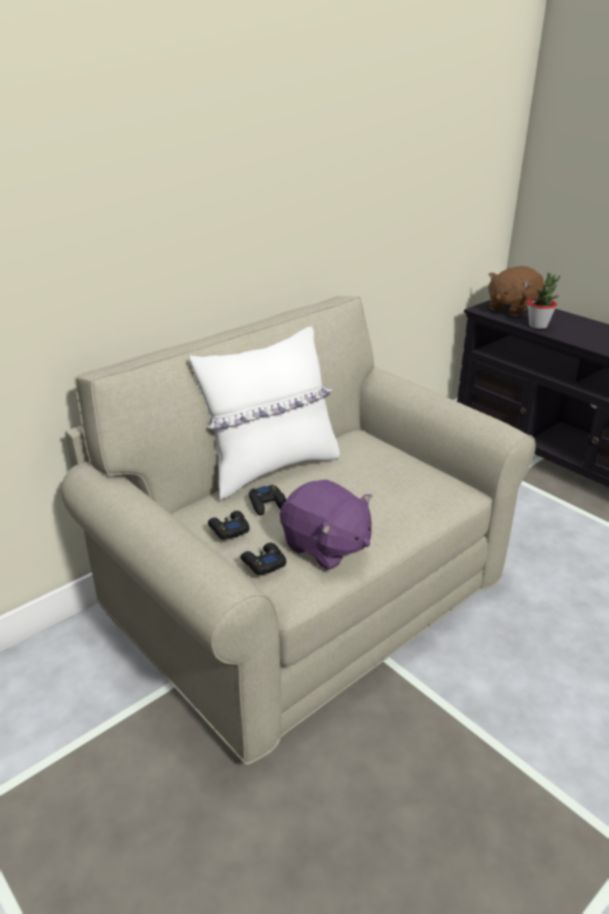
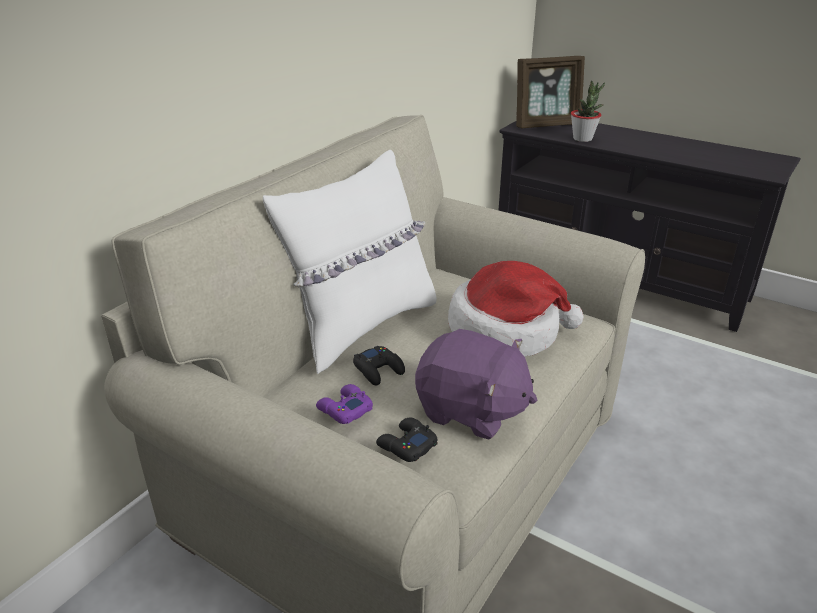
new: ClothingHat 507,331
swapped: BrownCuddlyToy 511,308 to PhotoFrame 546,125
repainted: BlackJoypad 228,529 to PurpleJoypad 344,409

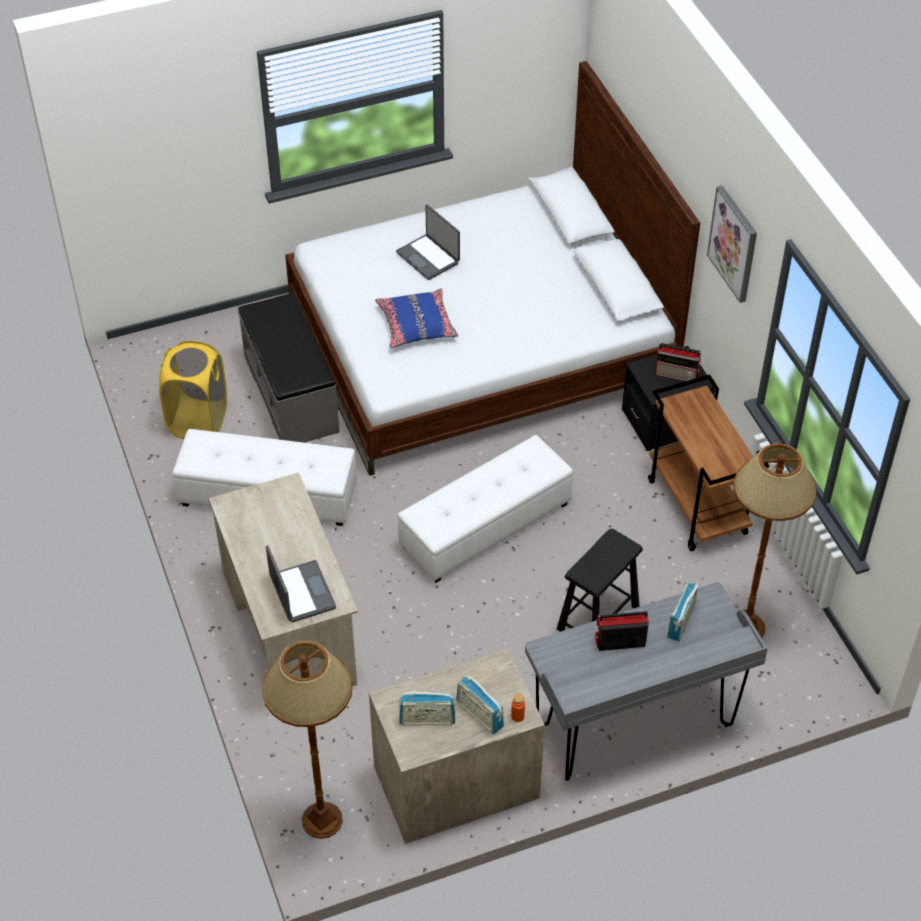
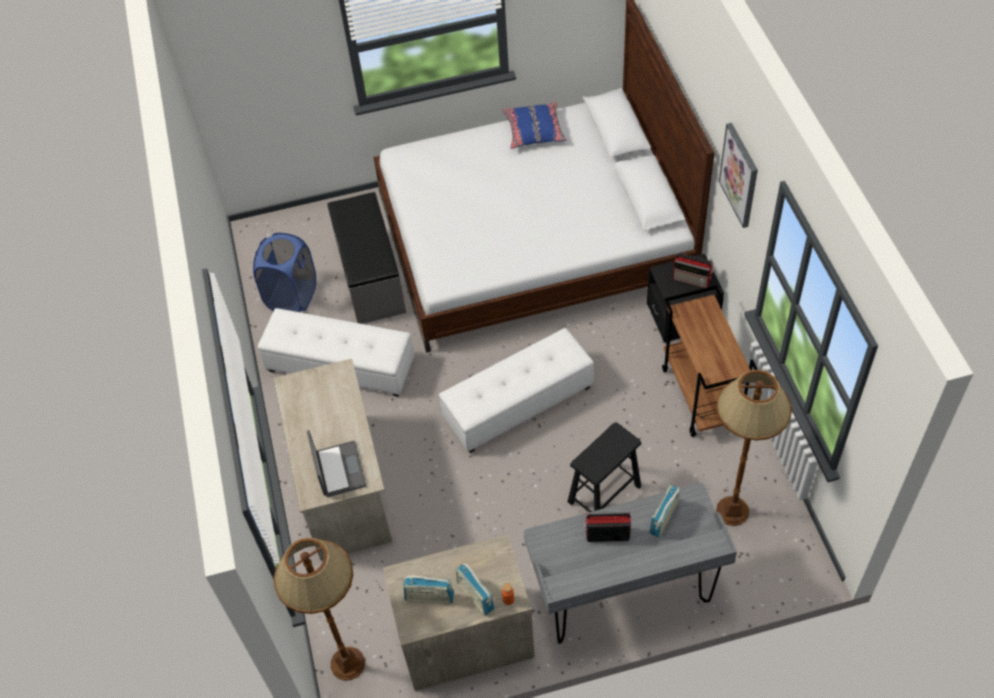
gone: NotebookComputer 429,257
shifted: BlueColouredThrowPillow 416,325 to 534,131
repainted: YellowishLaundryBasket 198,421 to BlueColouredLaundryBasket 292,297

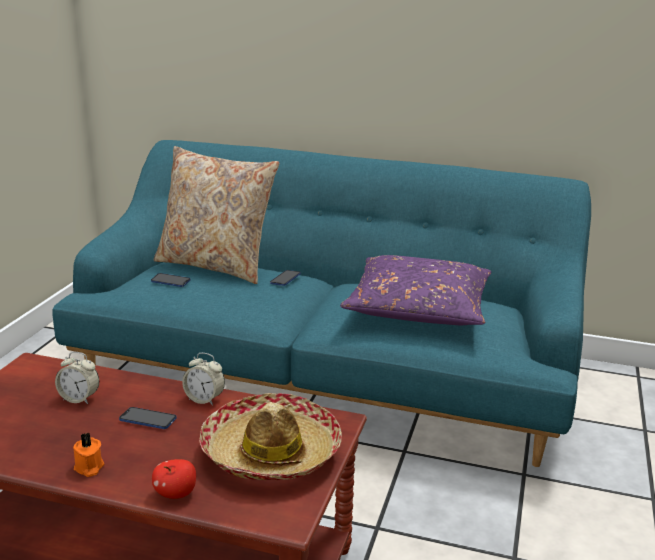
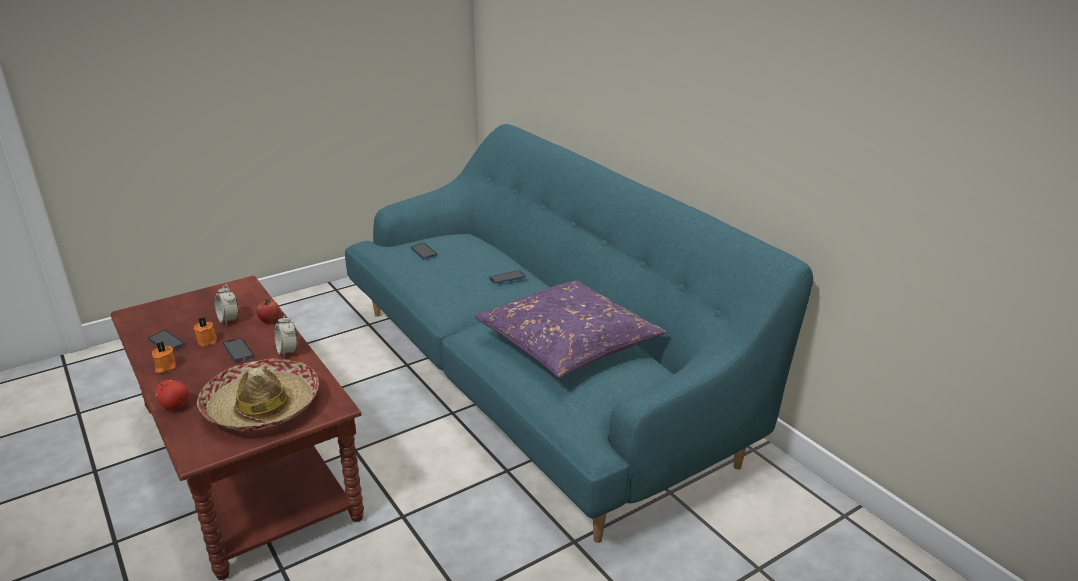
gone: BeigeThrowPillow 216,265
new: Phone 166,342; OrangeColouredWaxCandle 208,340; WholeApple 269,321

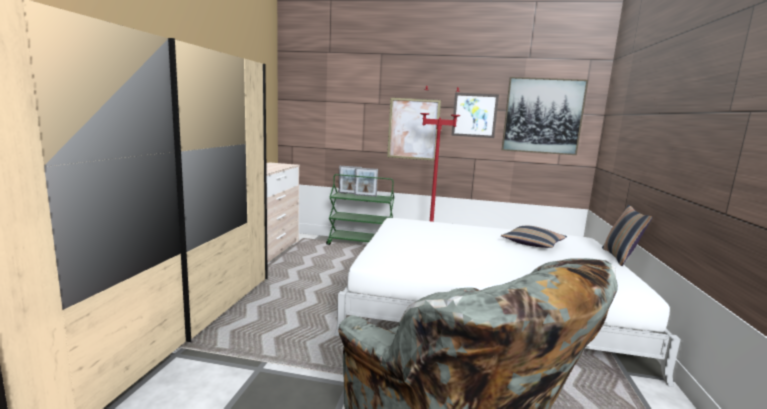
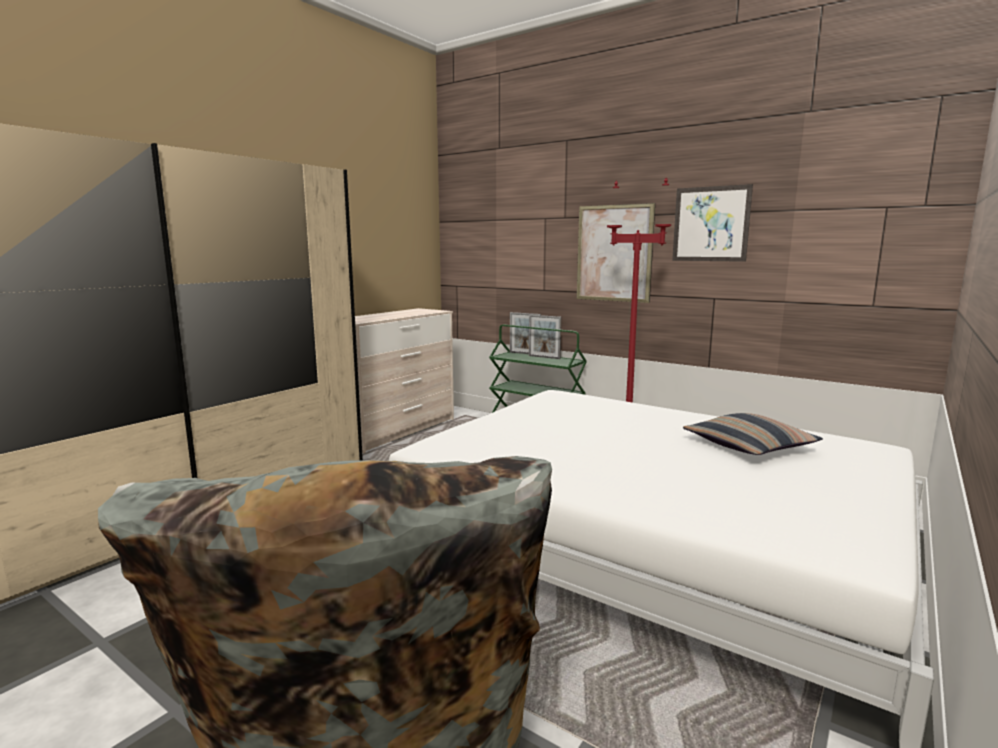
gone: Picture 542,116; ThrowPillow 619,257

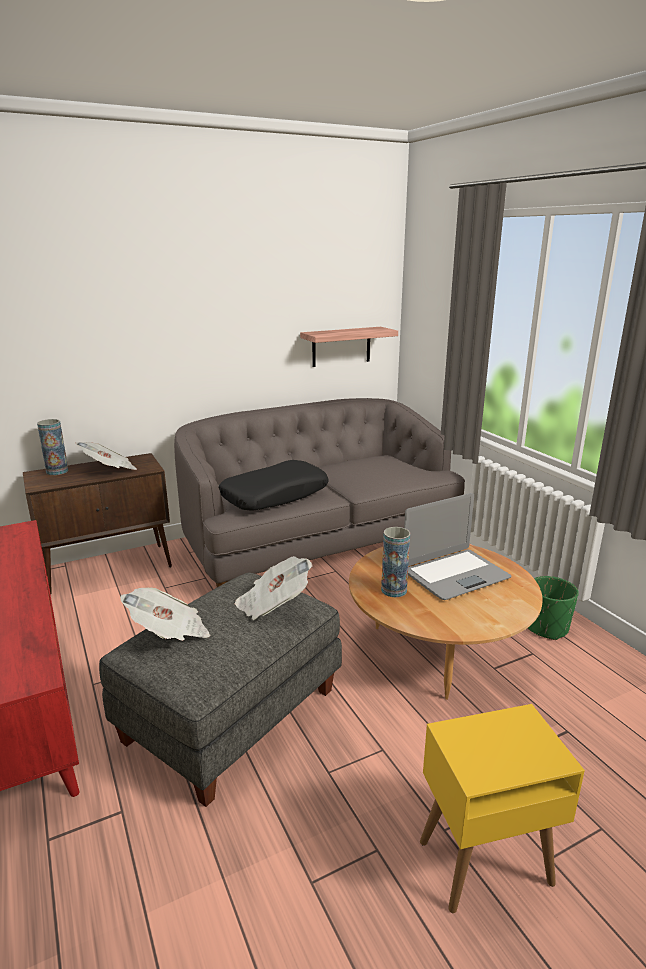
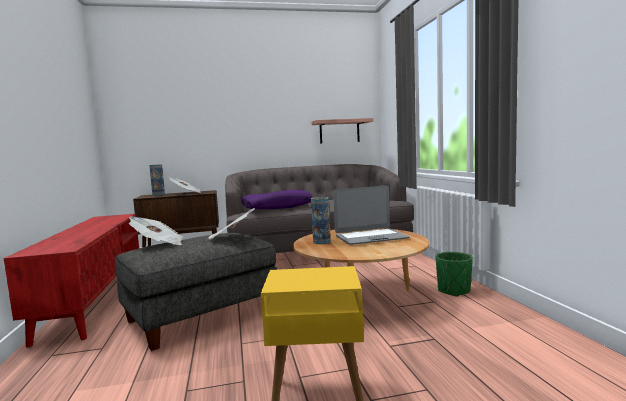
repainted: BlackThrowPillow 274,495 to PurpleThrowPillow 277,207

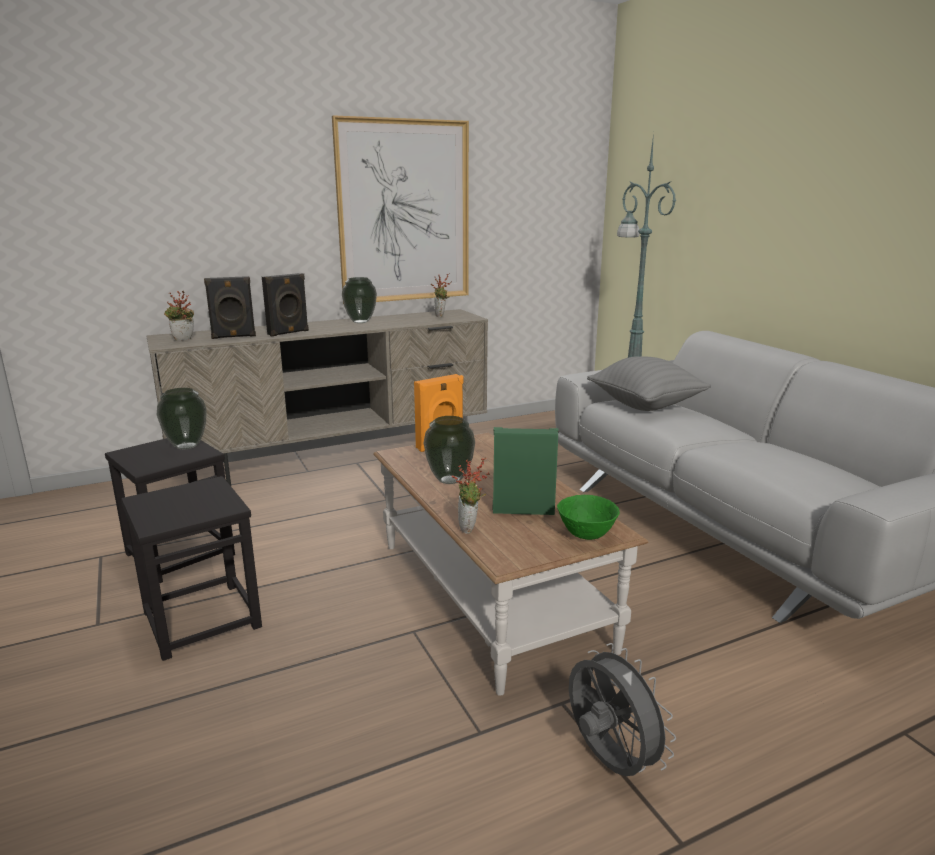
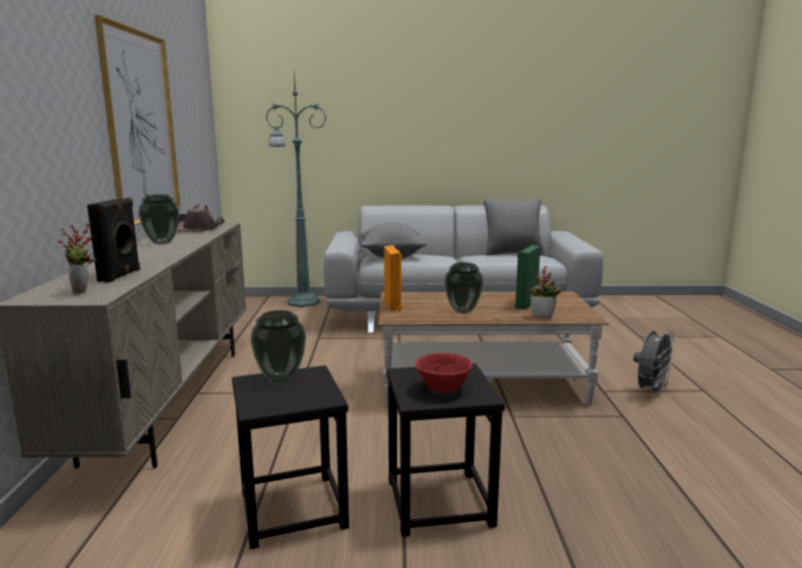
gone: BlackAudioSpeaker 288,333; GreenColouredDeepDish 586,535
new: RedColouredDeepDish 442,389; GreyThrowPillow 512,253
swapped: PlantInAPot 441,316 to BrownClothingHat 199,227
rotated: GreyFan 608,762 = 650,391 135 degrees clockwise

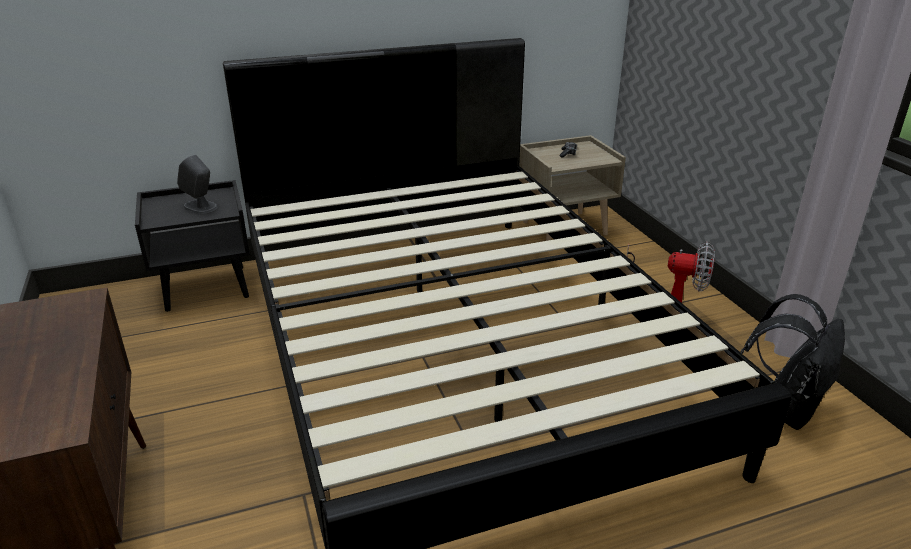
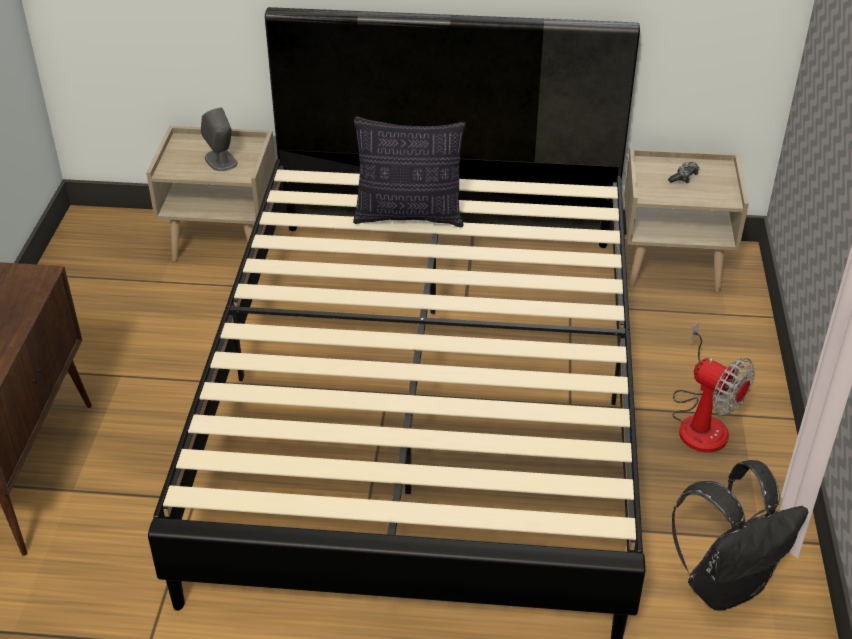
new: ThrowPillow 409,216
repainted: BlackBedsideTable 207,287 to BeigeBedsideTable 224,241

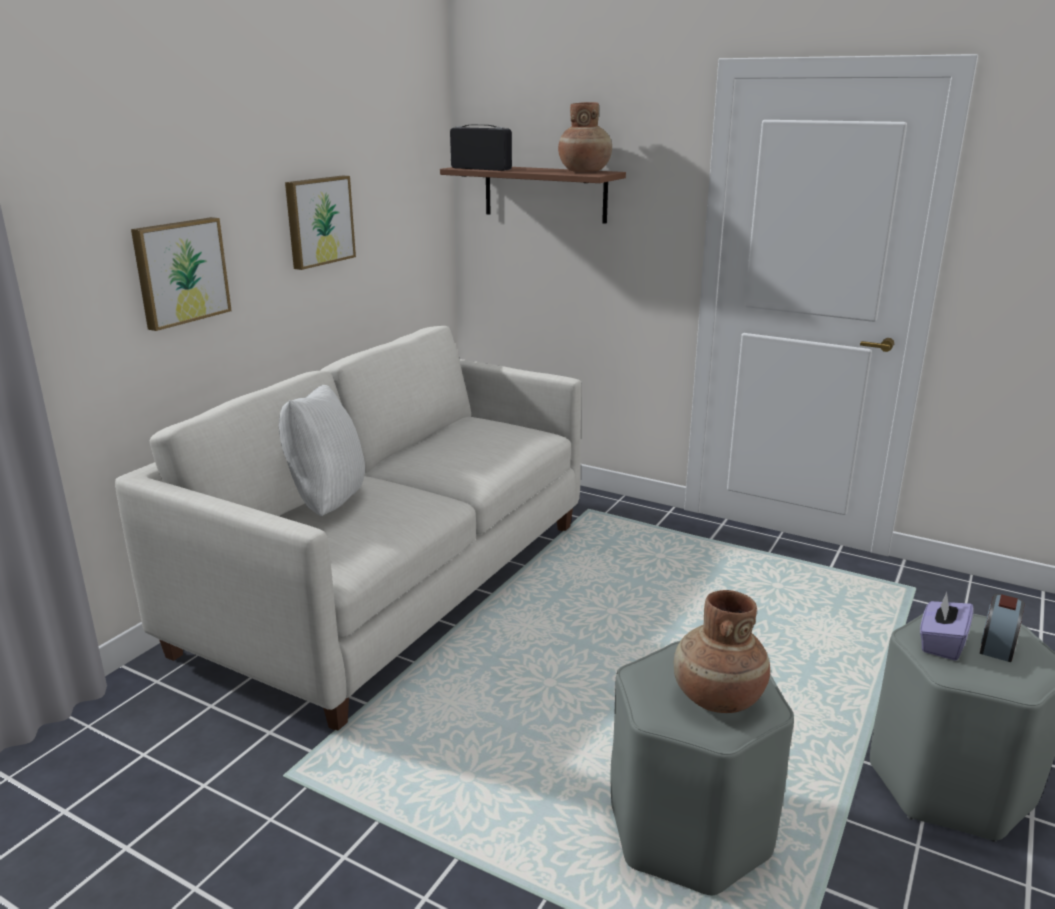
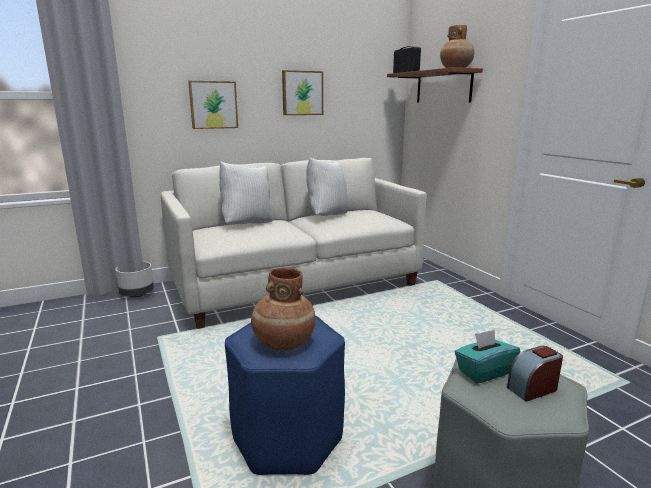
new: GreyFlowerPot 137,294; WhiteColouredThrowPillow 326,216
repainted: GreyStoolSeat 689,830 to BlueColouredStoolSeat 288,438; PurpleBoxOfTissues 941,643 to TurquoiseColouredBoxOfTissues 484,372

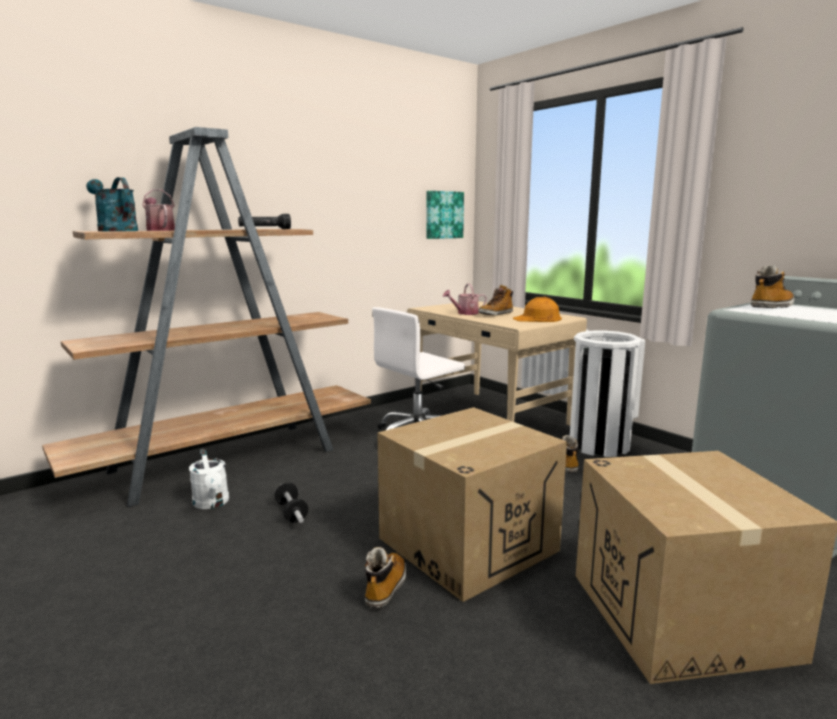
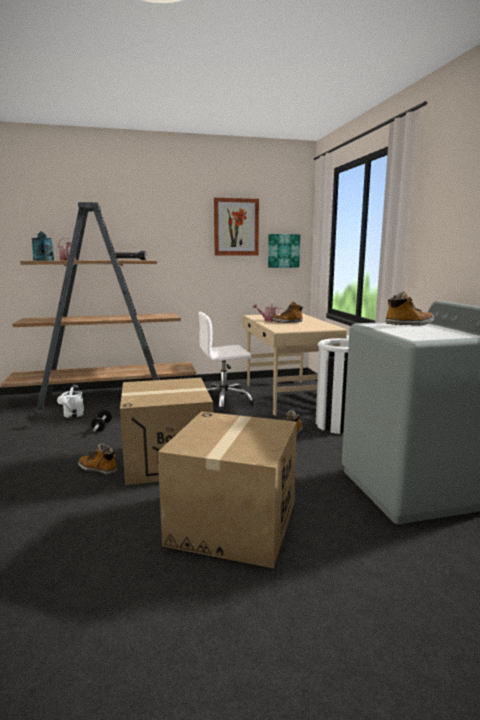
gone: OrangeColouredSafetyHelmet 538,319
new: Picture 236,227
rotated: HighTopBoot 386,587 = 98,469 105 degrees counterclockwise

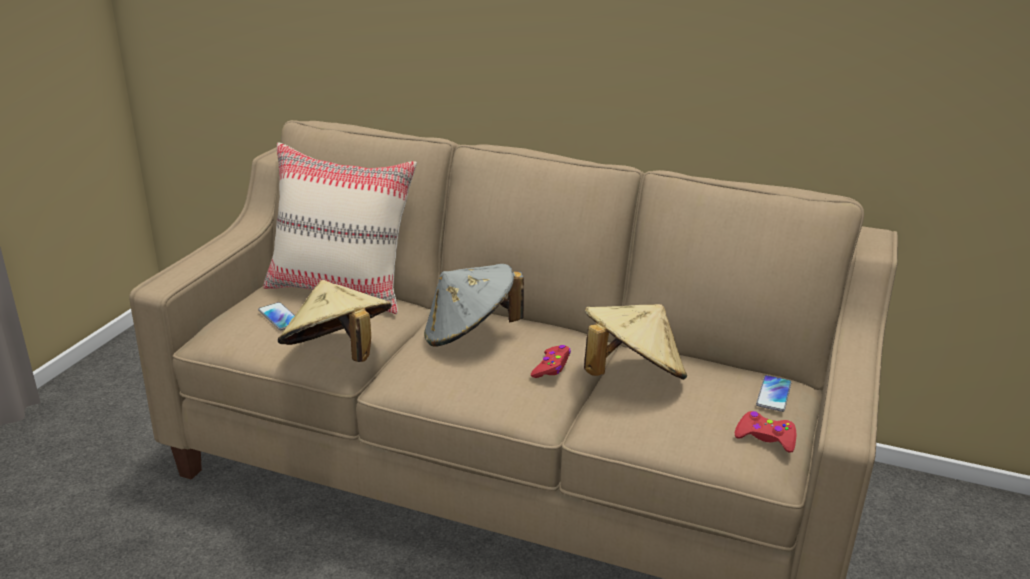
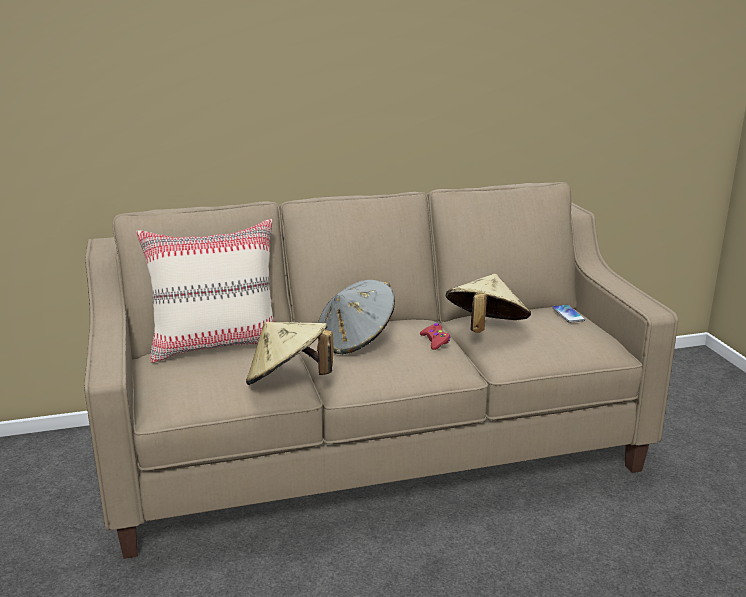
gone: Phone 280,317; RedColouredJoypad 765,437

